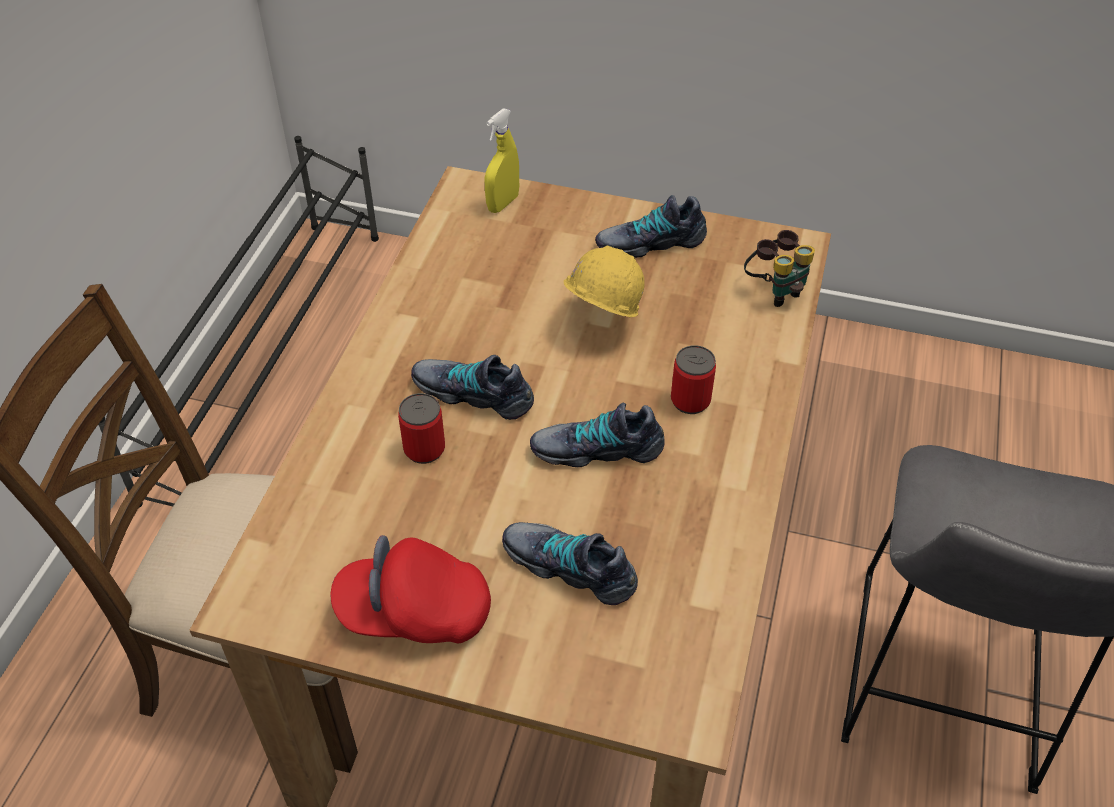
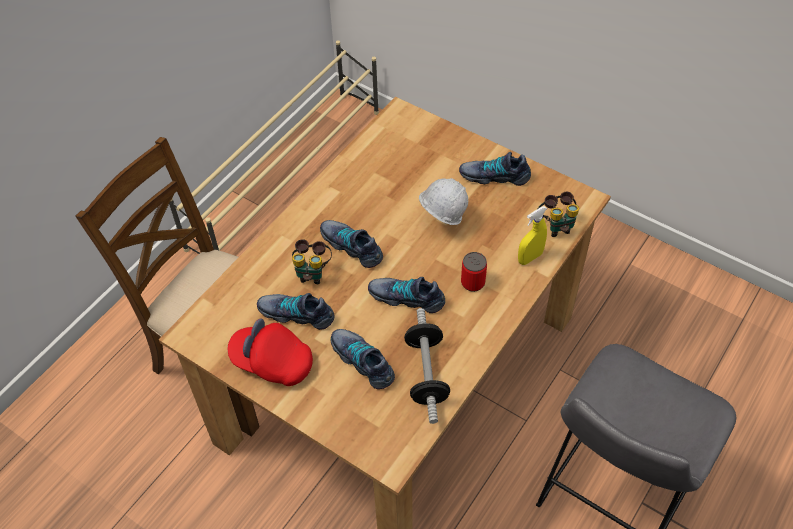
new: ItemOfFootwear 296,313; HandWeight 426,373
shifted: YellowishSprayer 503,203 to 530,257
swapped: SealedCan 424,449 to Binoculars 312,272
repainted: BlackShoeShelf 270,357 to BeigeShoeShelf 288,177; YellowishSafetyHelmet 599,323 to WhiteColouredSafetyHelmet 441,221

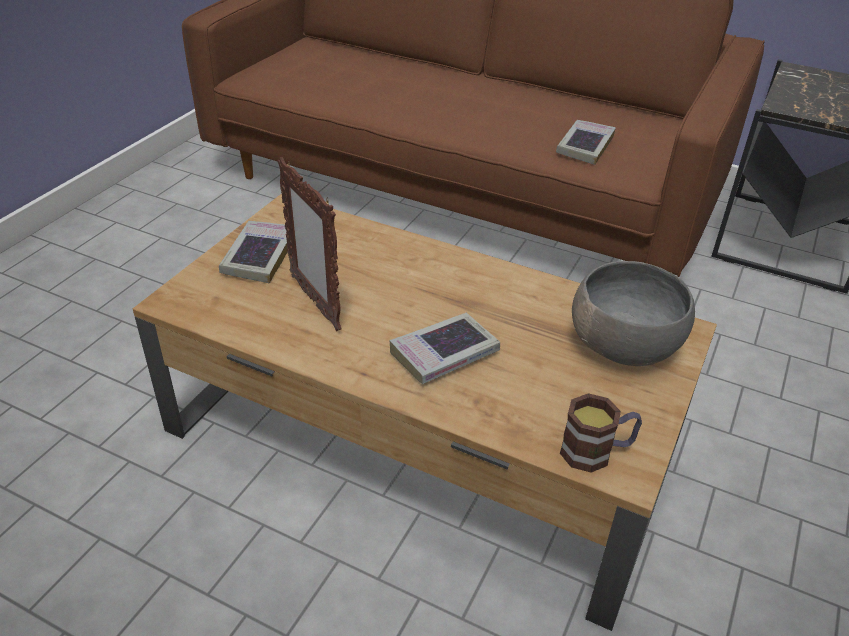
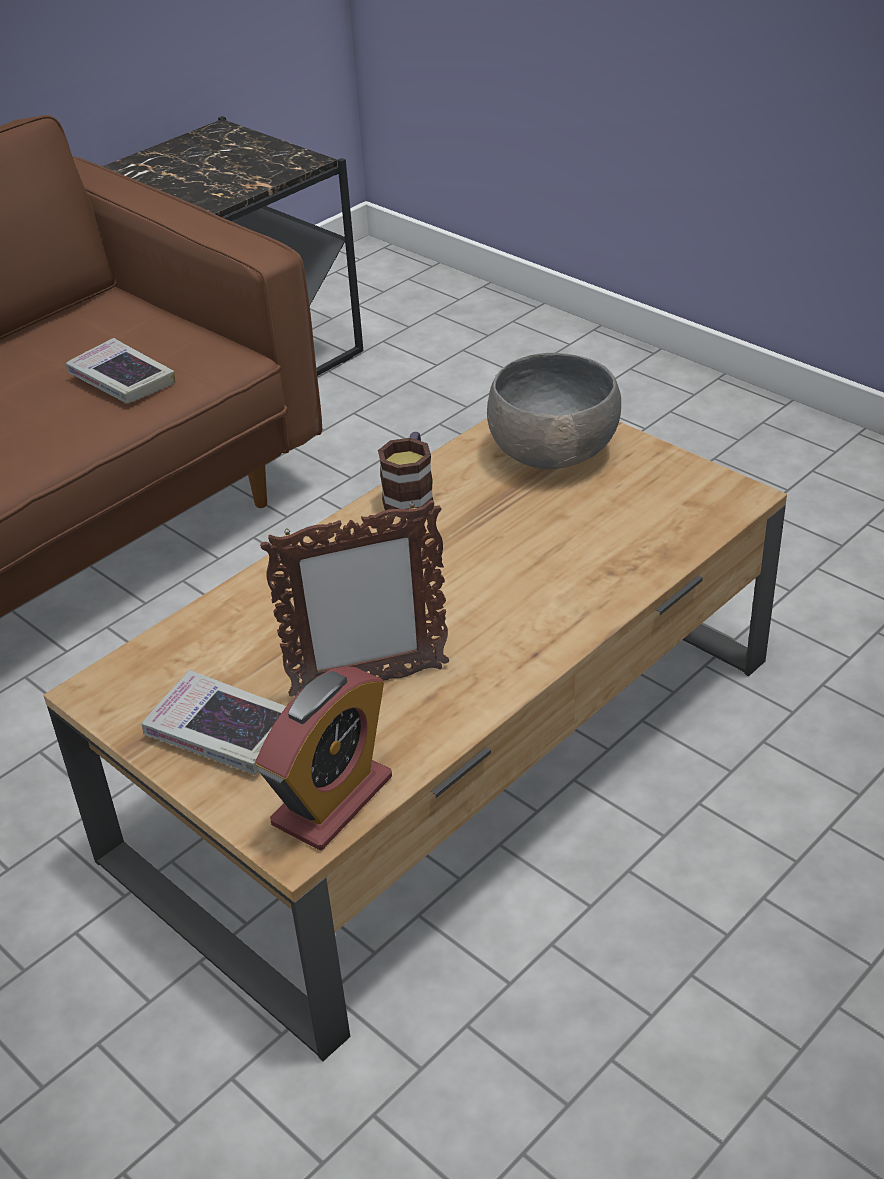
gone: Book 444,354
new: BedsideClock 332,800
shifted: TeaMug 596,452 to 410,495

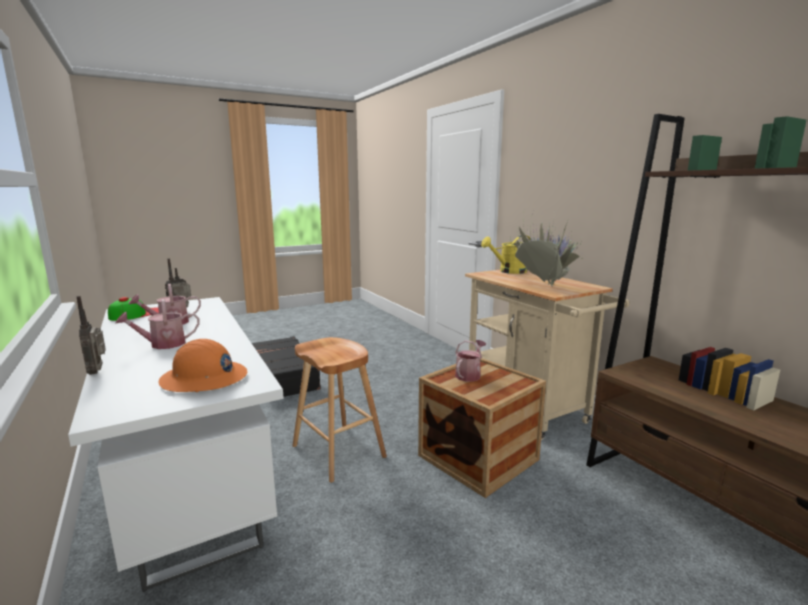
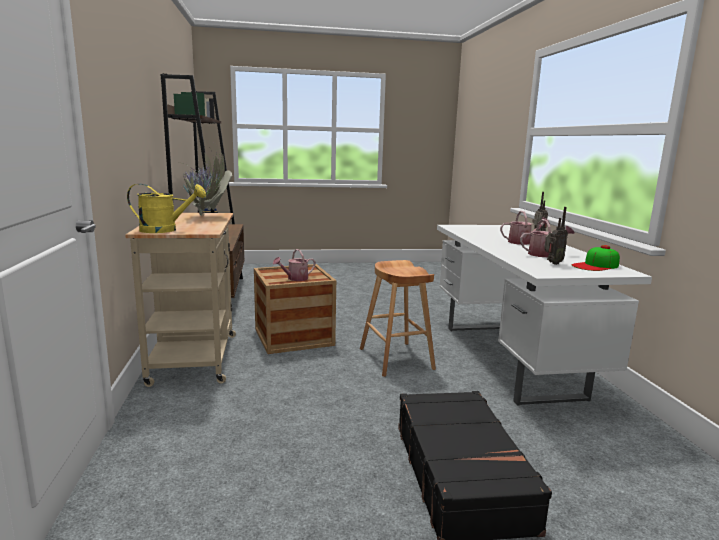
gone: OrangeColouredSafetyHelmet 204,379

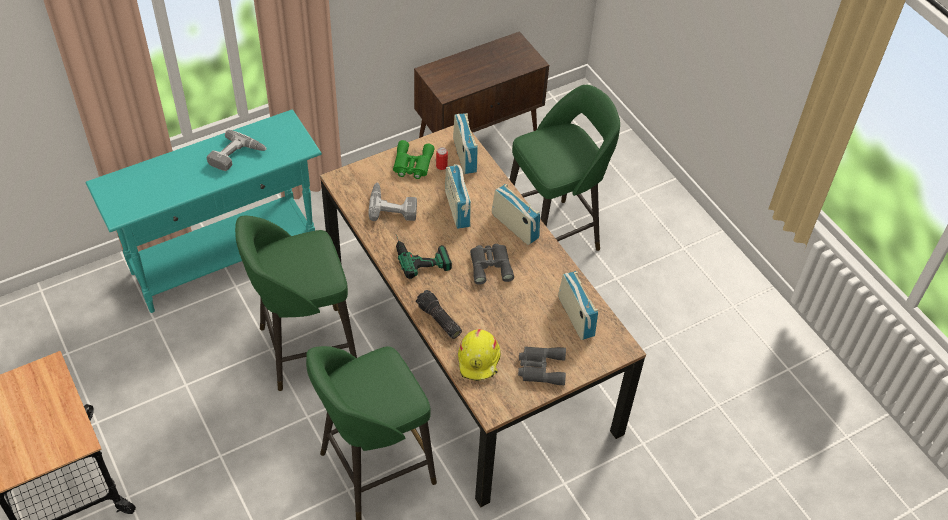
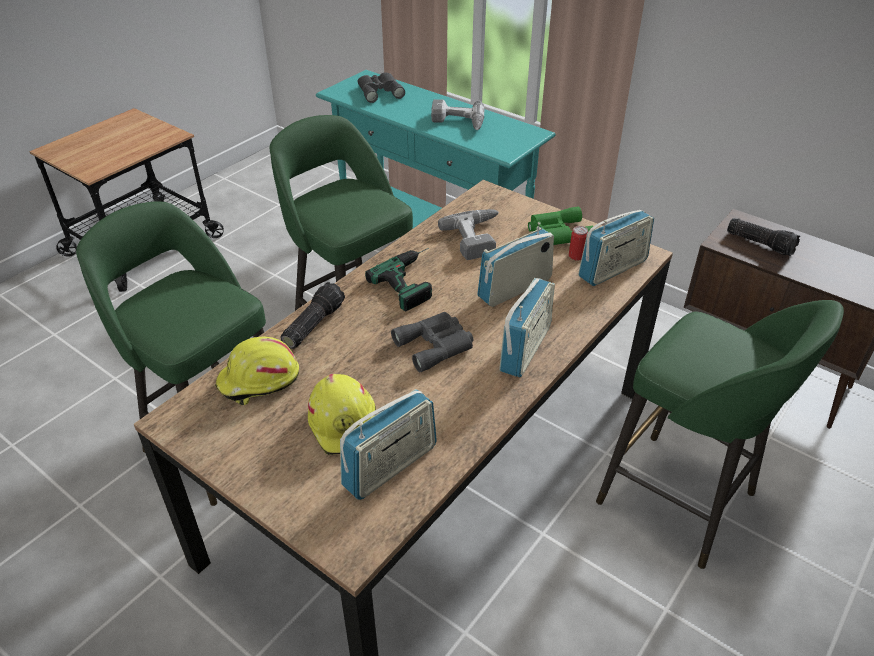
new: YellowishSafetyHelmet 345,423; HandTorch 760,243
shifted: GreyBinoculars 540,368 to 380,91

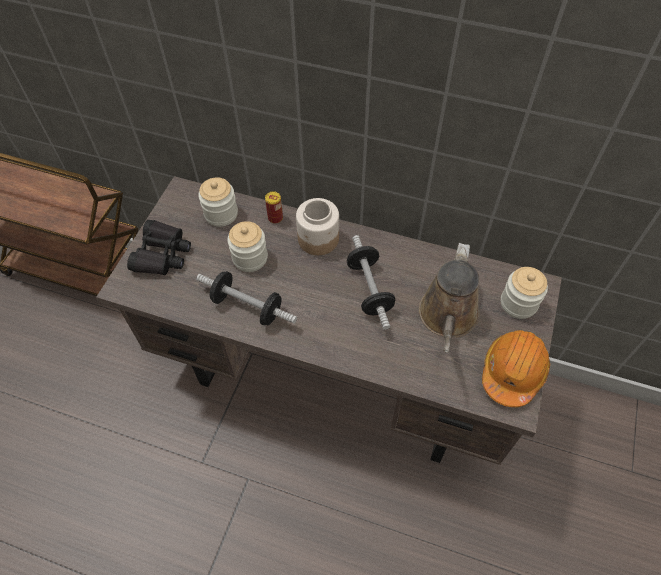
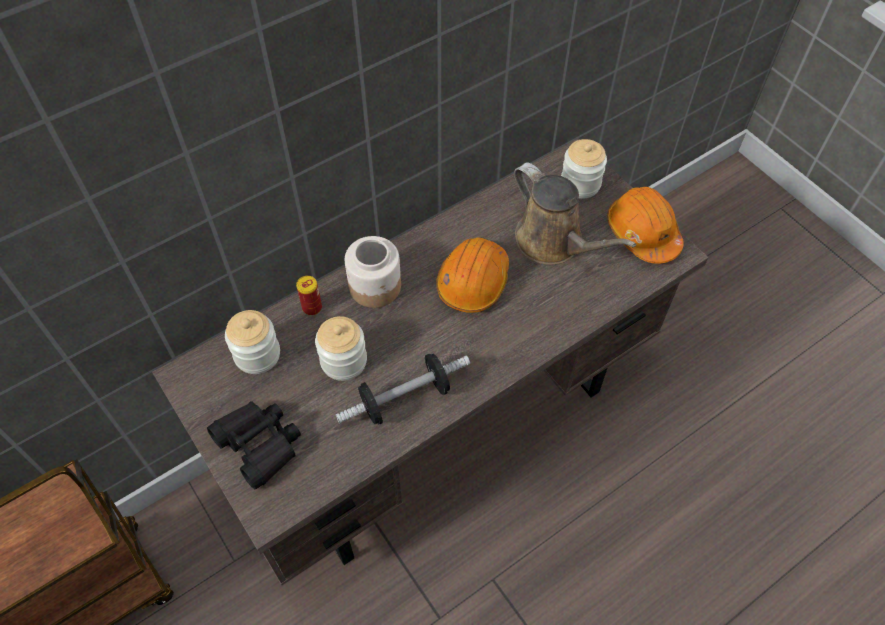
swapped: HandWeight 369,289 to OrangeColouredSafetyHelmet 473,281

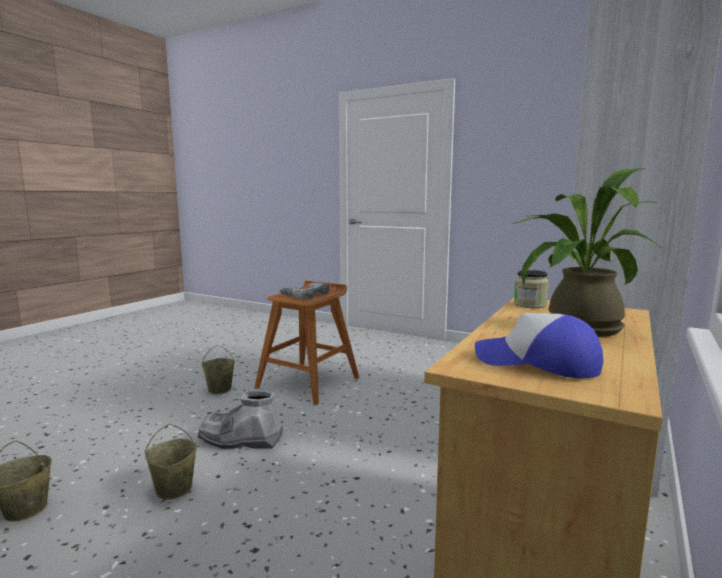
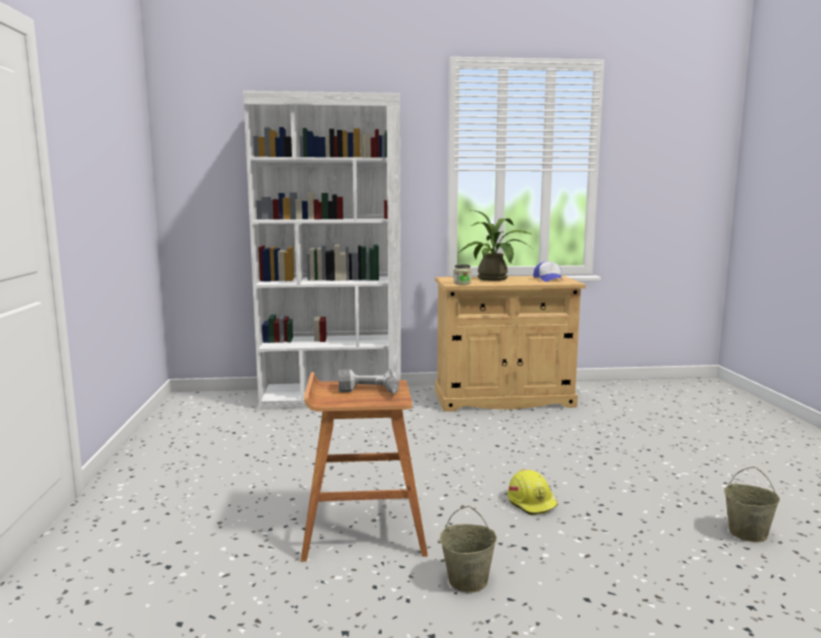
gone: BeigePail 173,489
swapped: GreyHighTopBoot 240,440 to YellowishSafetyHelmet 532,502

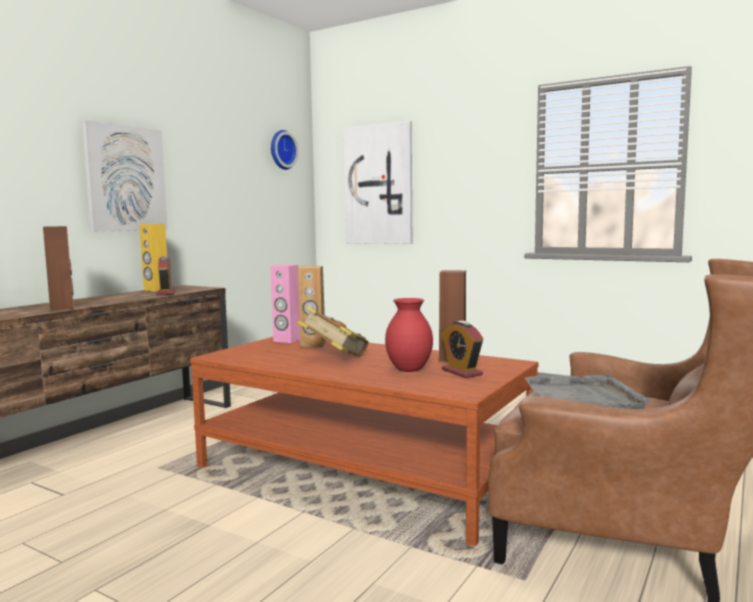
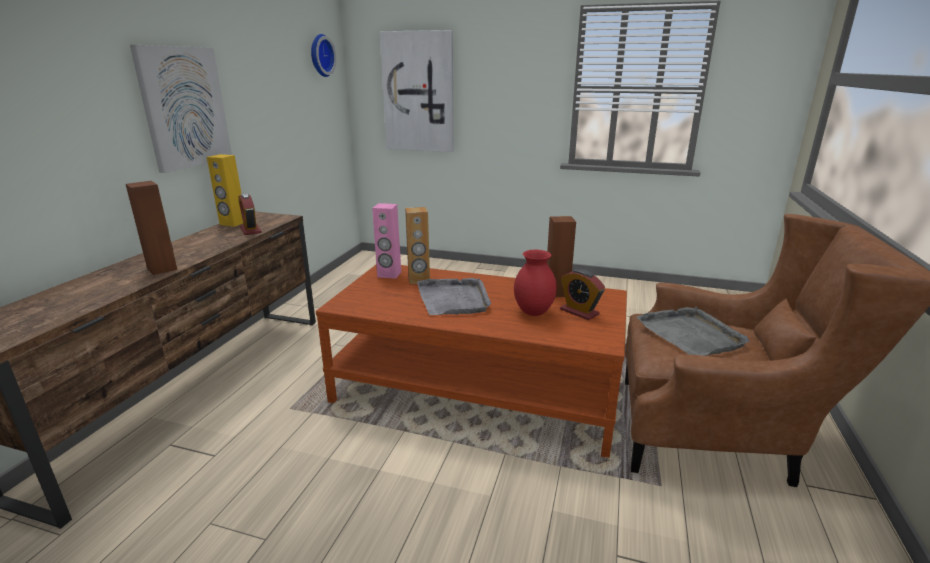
swapped: Book 334,358 to GreyTray 454,299

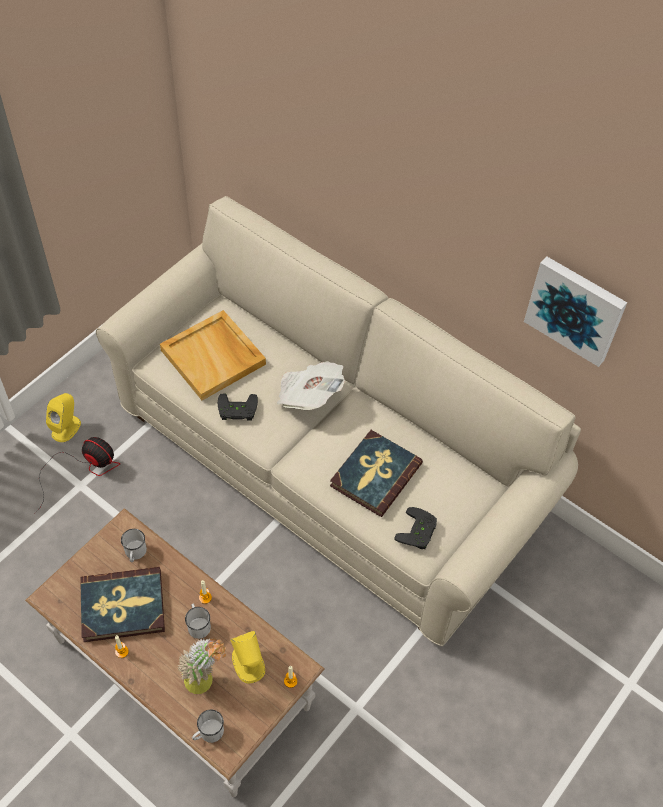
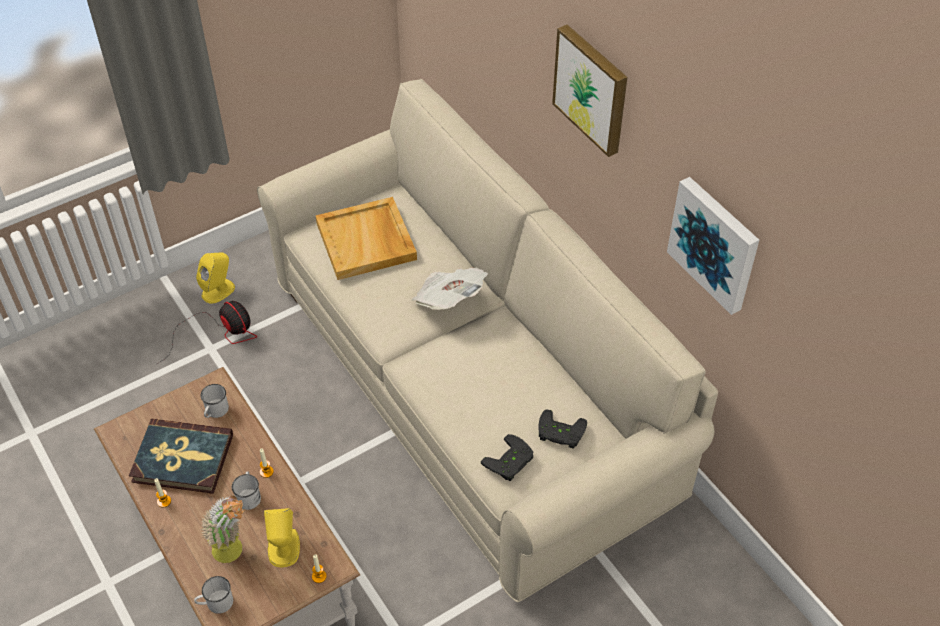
gone: Book 375,475
new: Picture 592,89
shifted: BlackJoypad 237,411 to 559,433

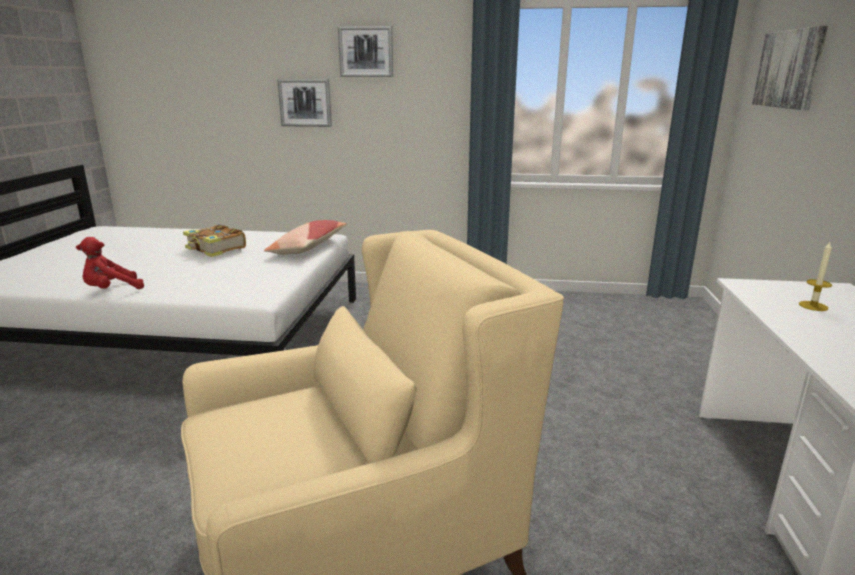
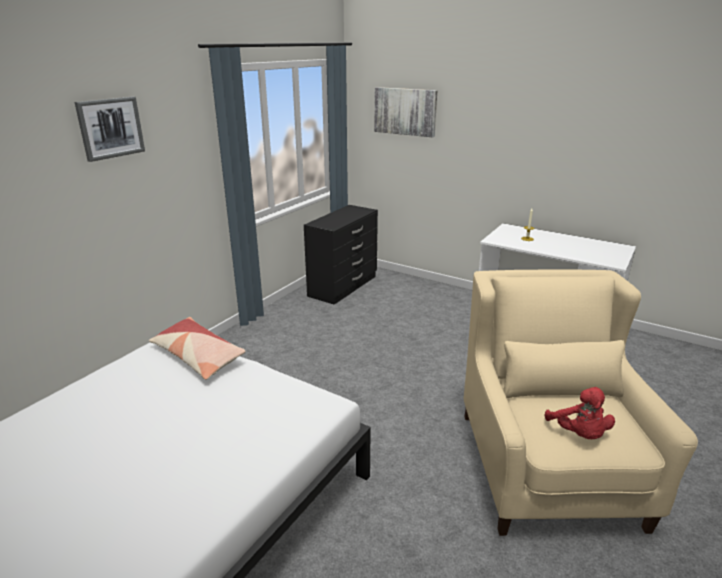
gone: Book 215,249; Picture 305,103
new: BlackDresser 344,286
shifted: RedColouredCuddlyToy 111,290 to 578,434

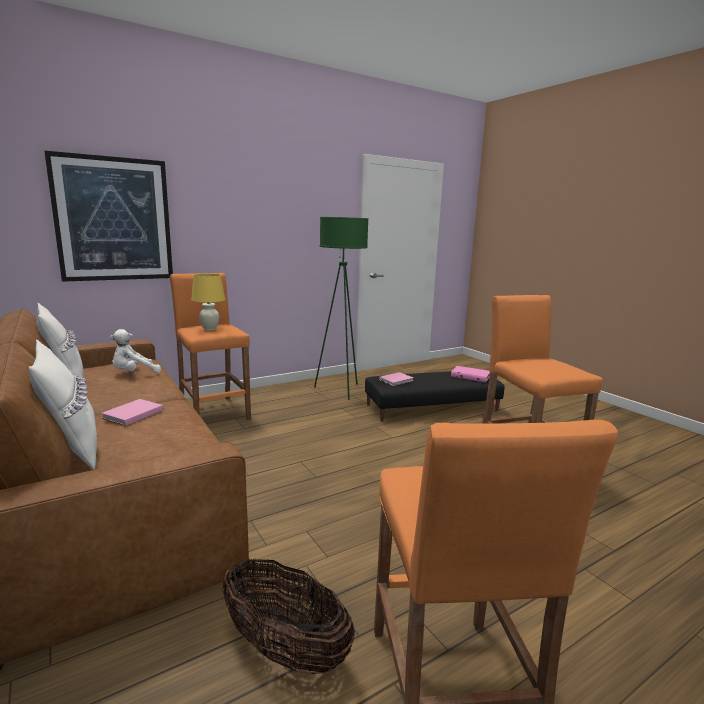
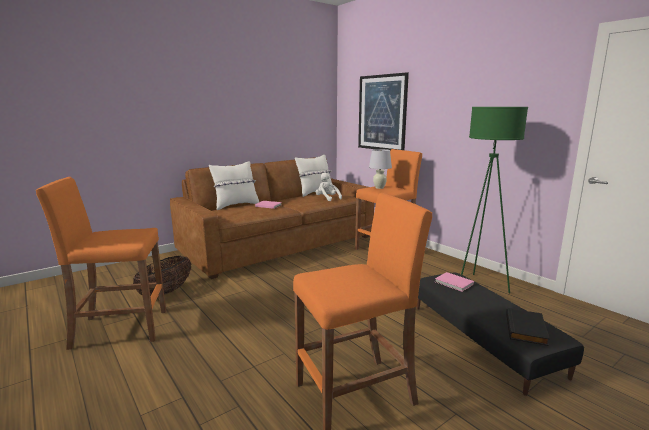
repainted: YellowishTabletopLamp 210,329 to WhiteColouredTabletopLamp 379,187; PinkColouredBook 471,376 to BlackBook 527,329

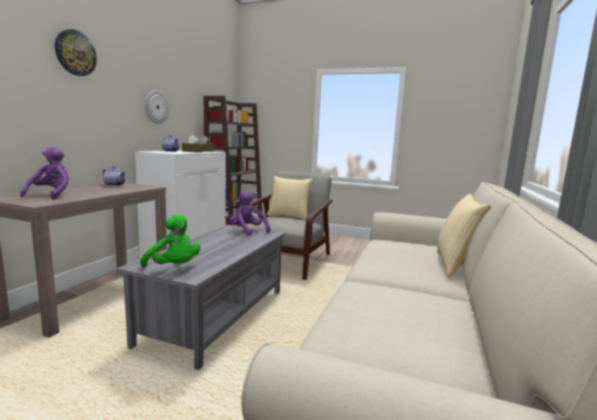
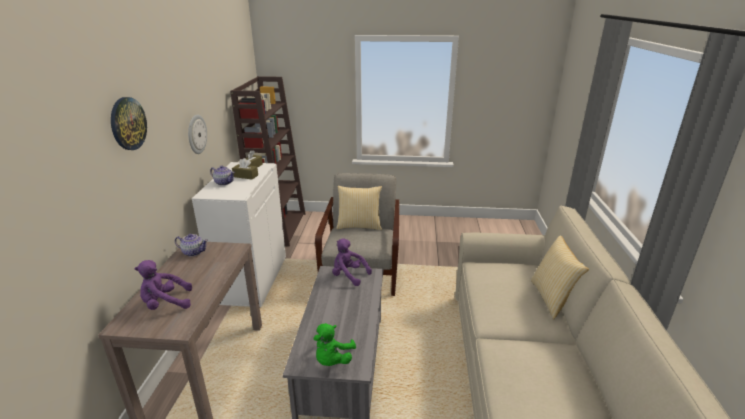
rotated: PurpleCuddlyToy 51,195 = 165,304 90 degrees counterclockwise; GreenColouredCuddlyToy 174,268 = 332,360 90 degrees clockwise

